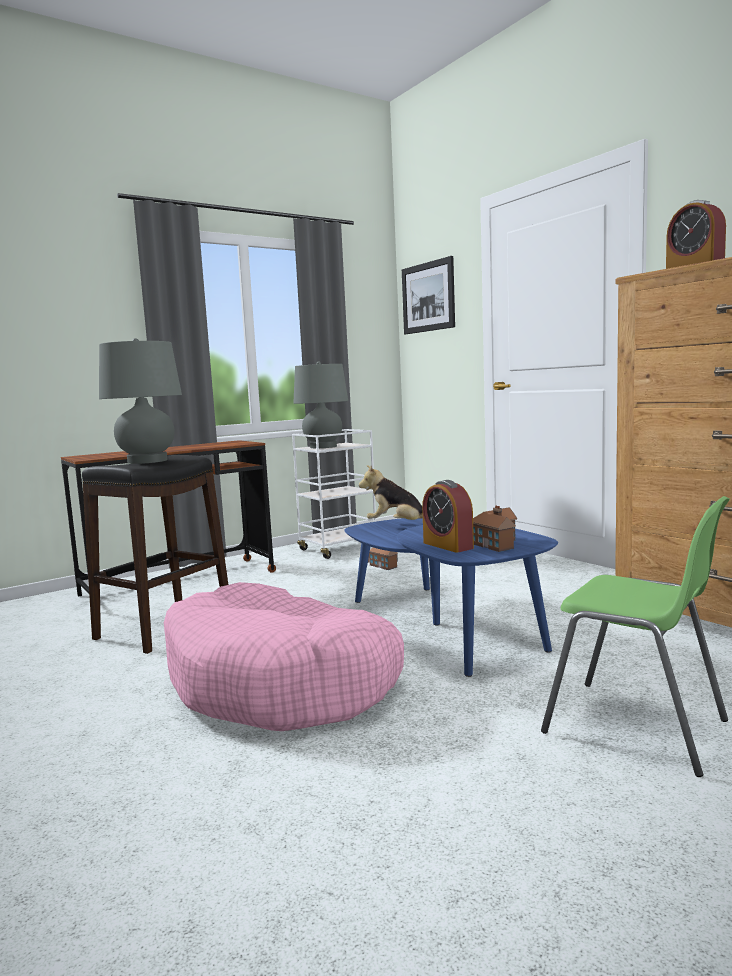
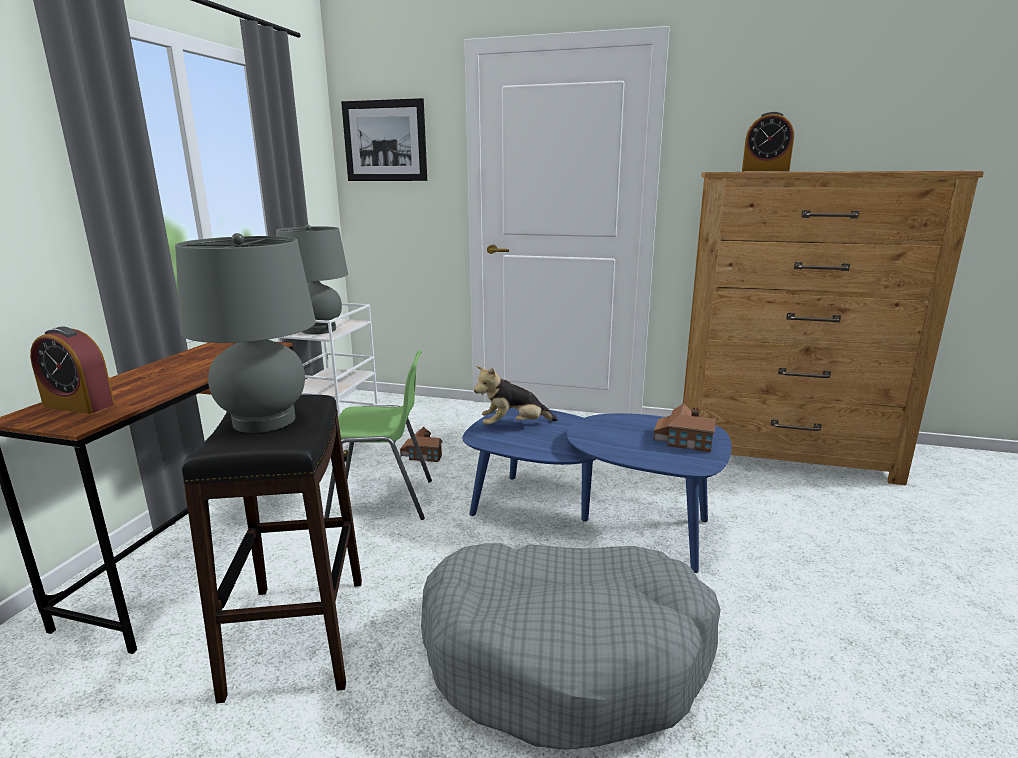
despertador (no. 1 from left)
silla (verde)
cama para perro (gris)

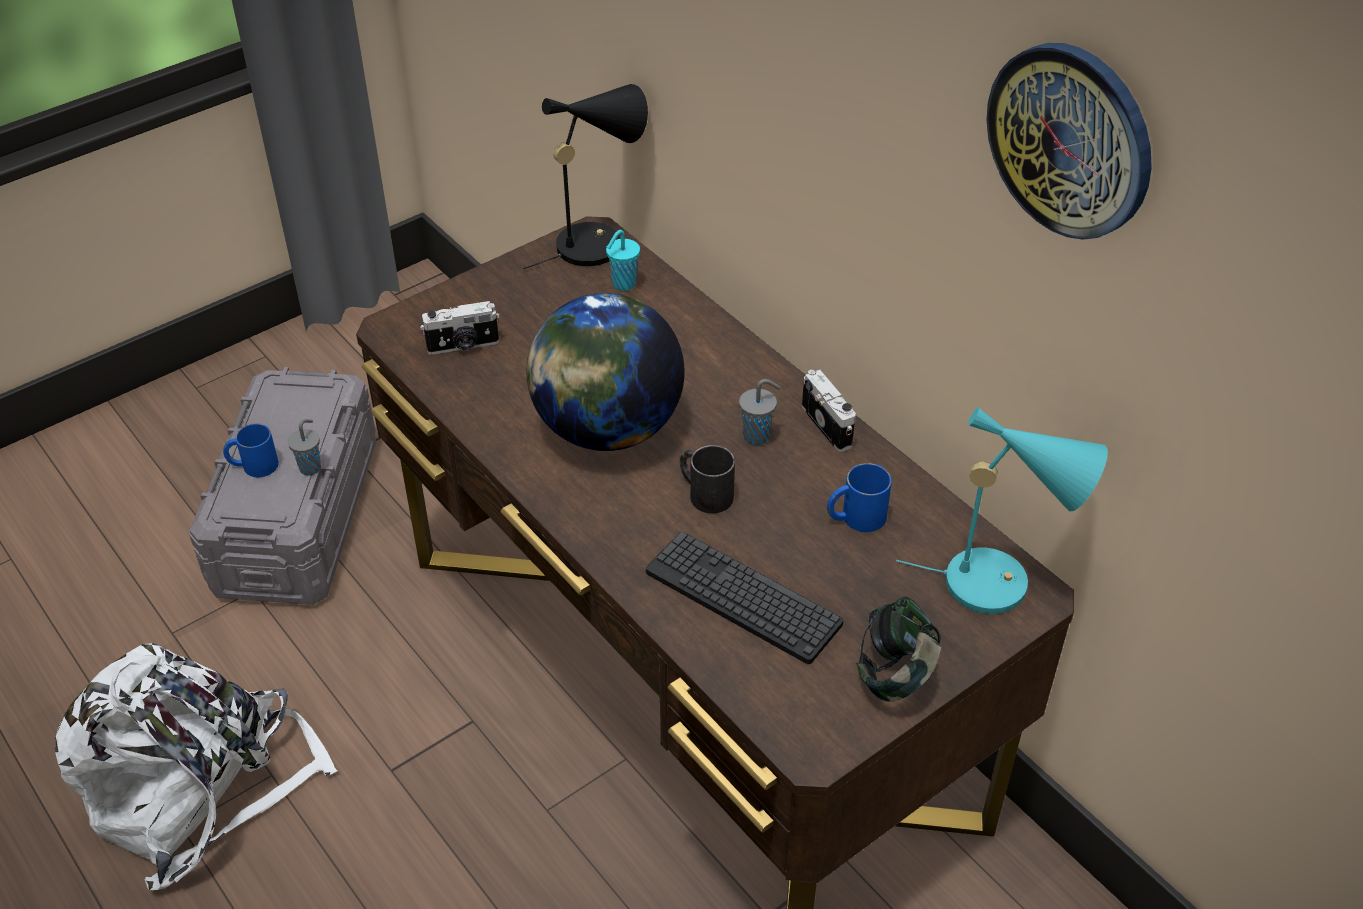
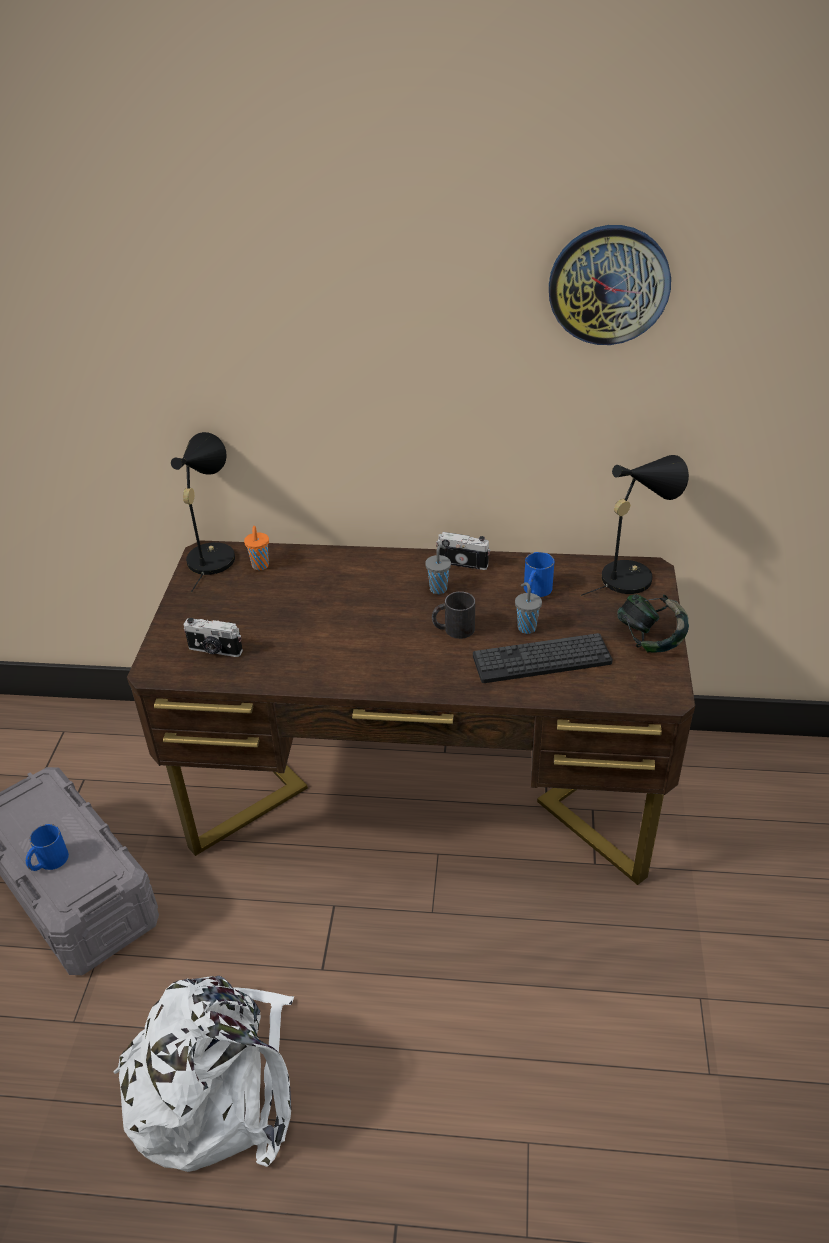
globo terráqueo
taza (gris) (no. 2 from left)
taza (naranja)
lámpara de mesa (negro) (no. 2 from left)
cámara (no. 1 from left)

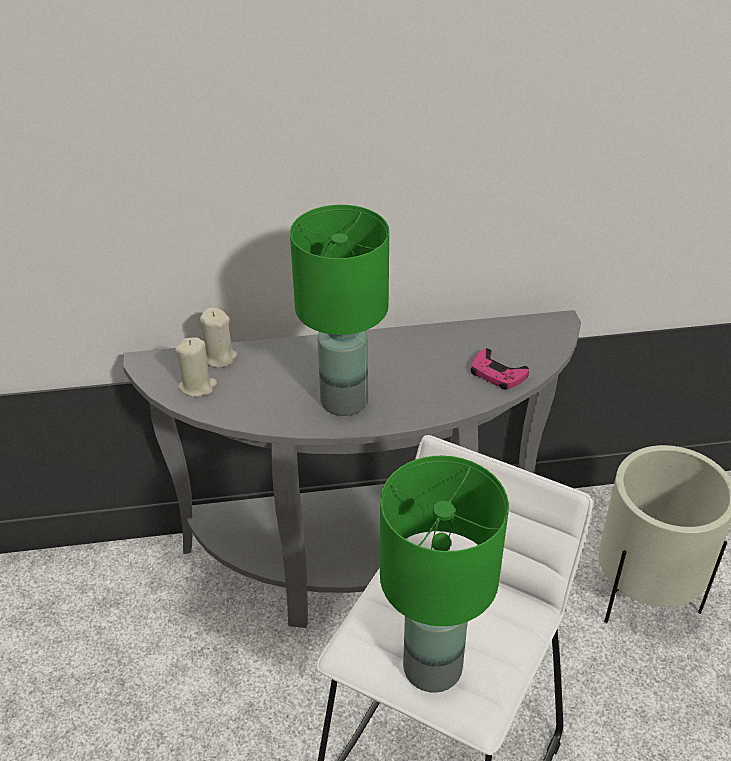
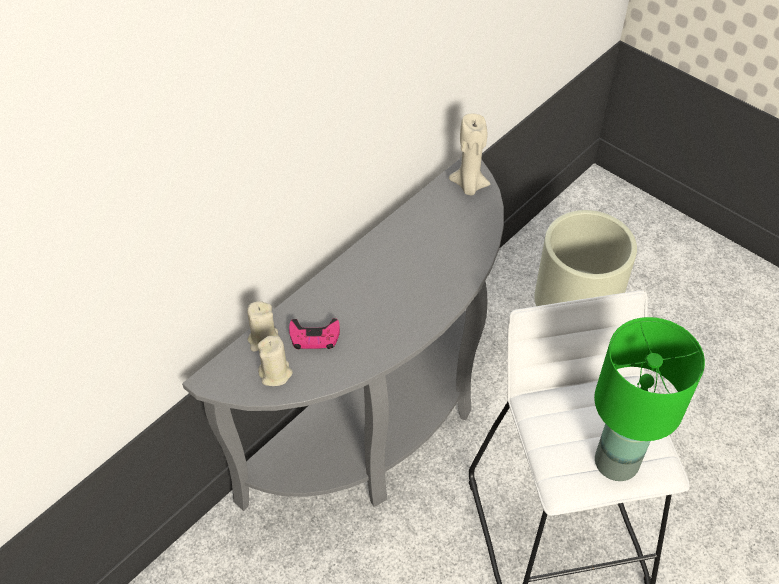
lámpara de mesa (verde) (no. 1 from left in the first image)
vela (beis) (no. 3 from left)
mando de consola (rosa)

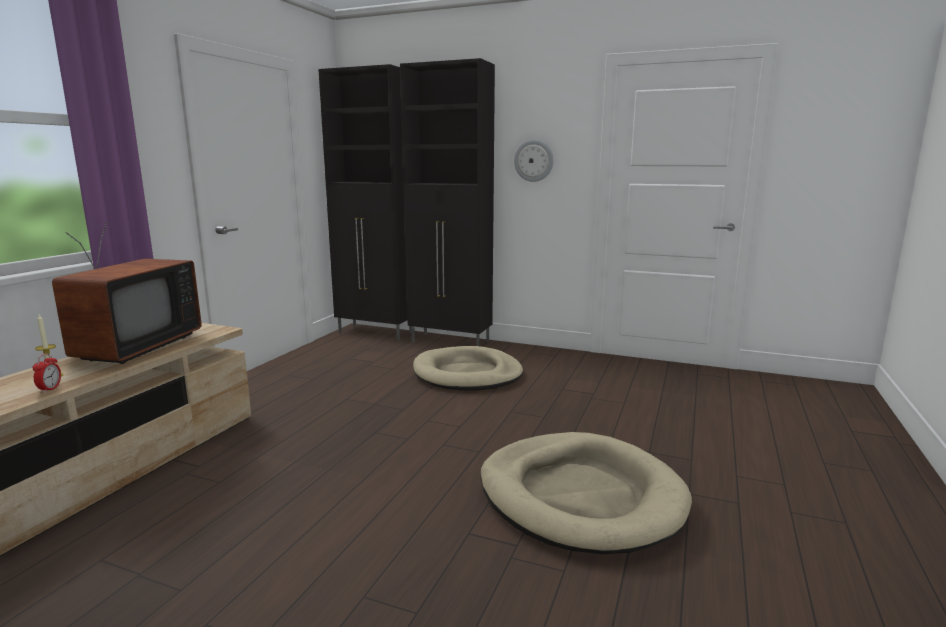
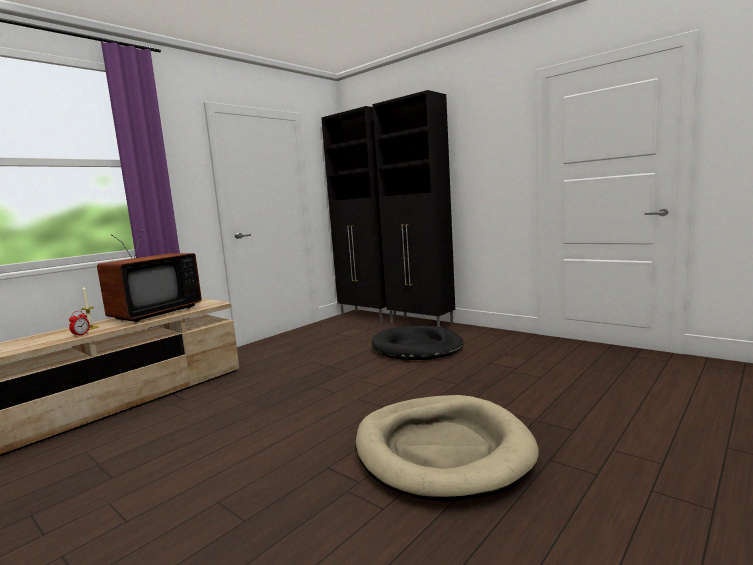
reloj de pared
cama para perro (negro)

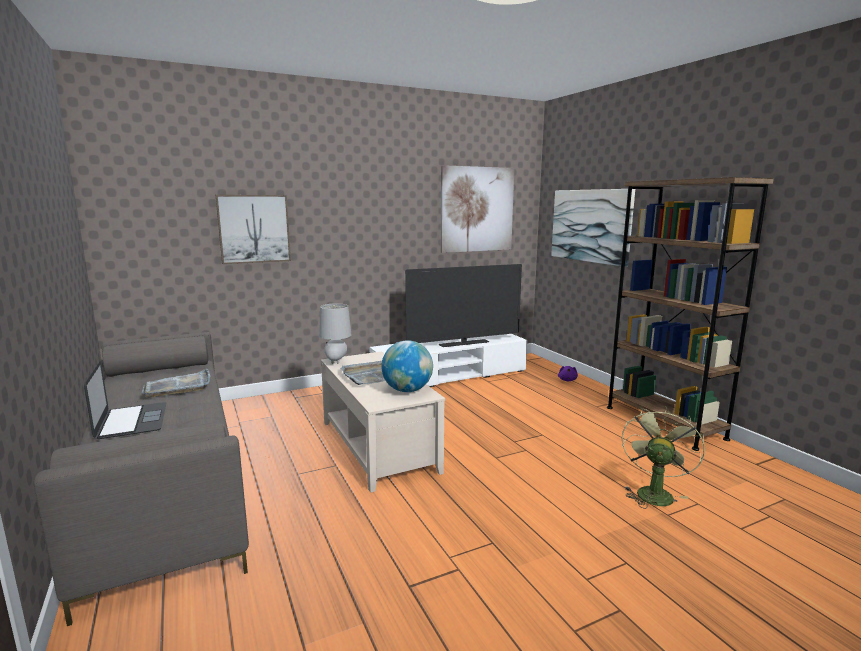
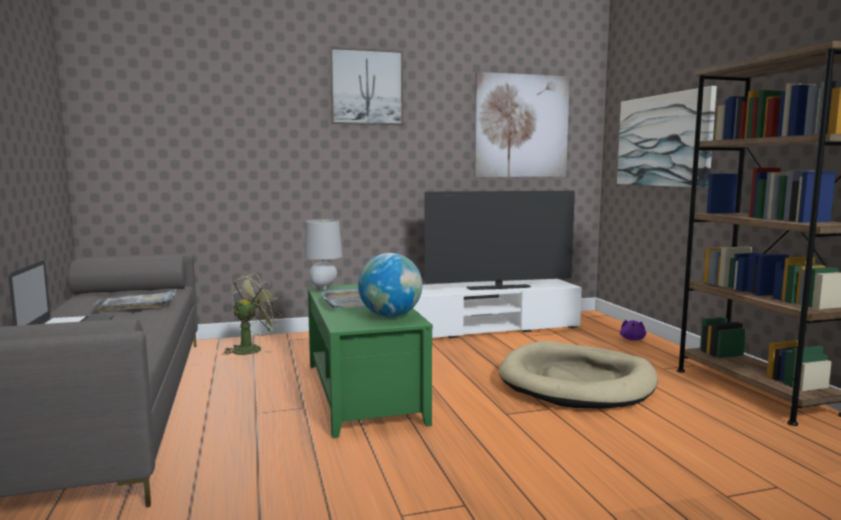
cama para perro (beis)
cuadro (no. 1 from left)
ventilador (verde)
mesa de centro (verde)

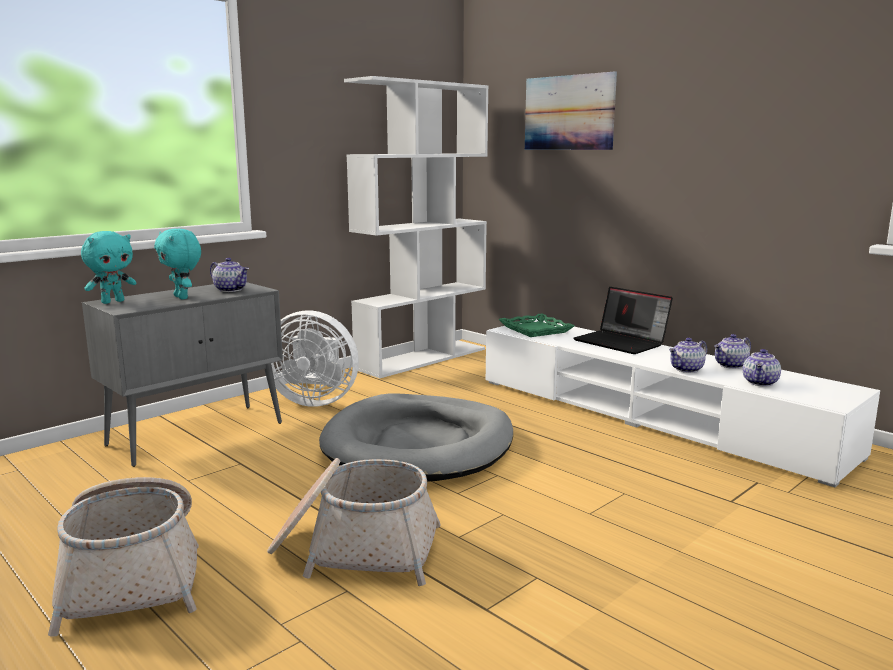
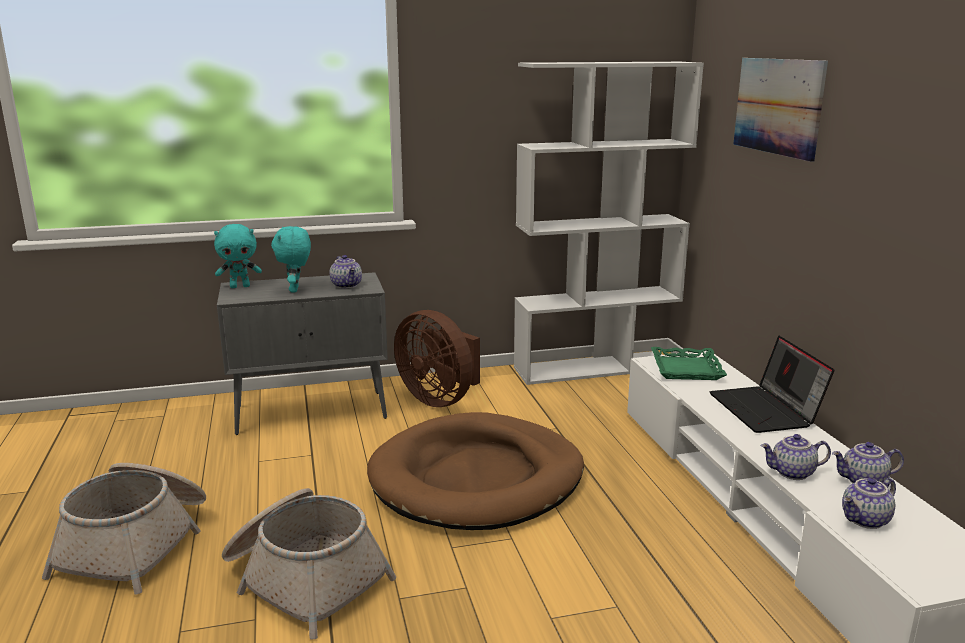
ventilador (marrón)
cama para perro (marrón)

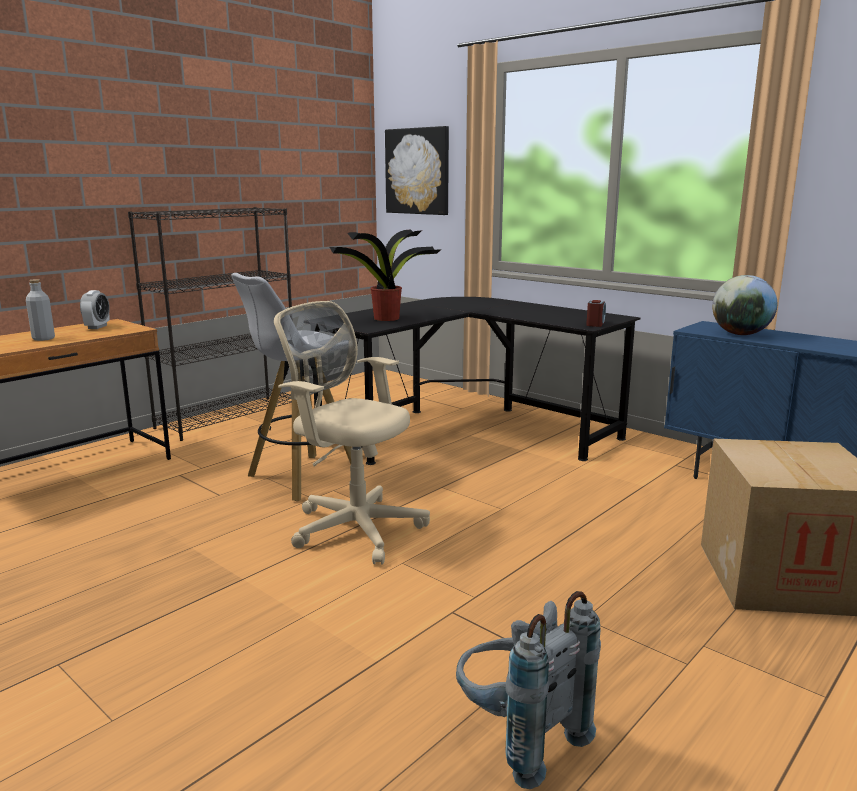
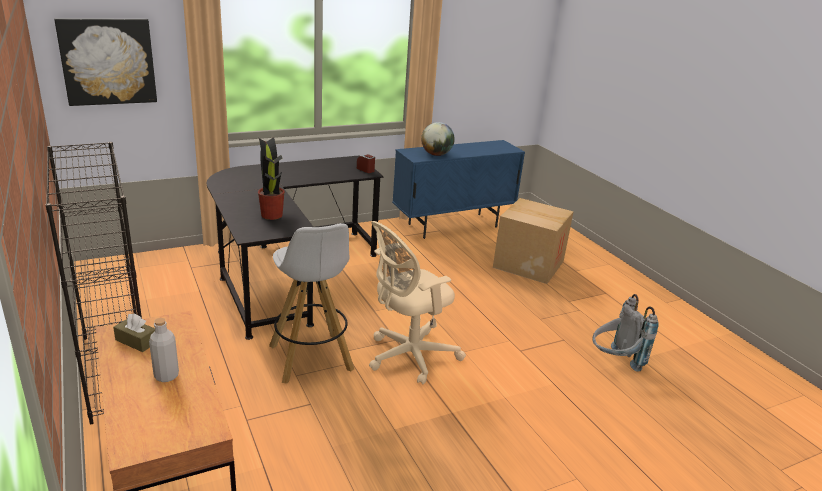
caja de pañuelos (marrón)

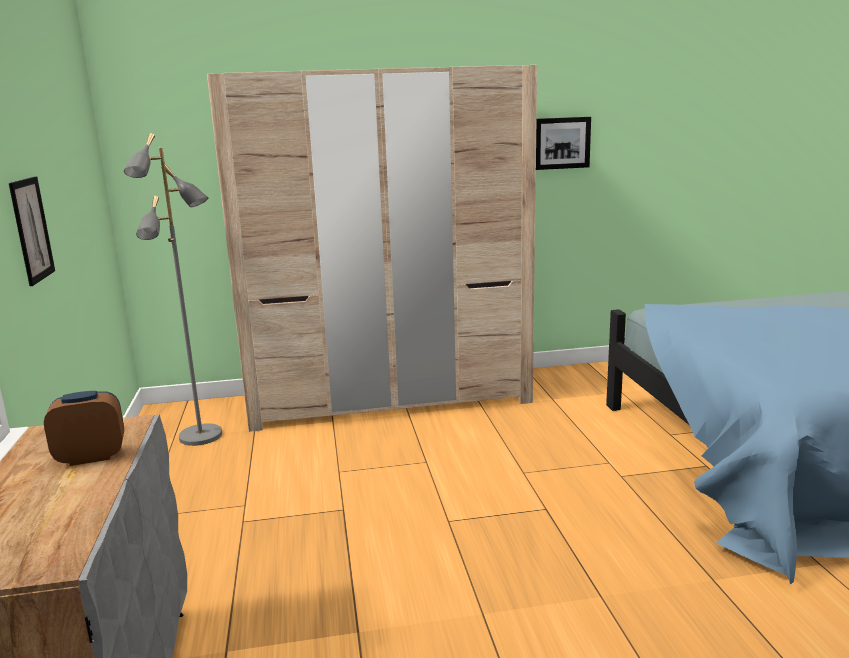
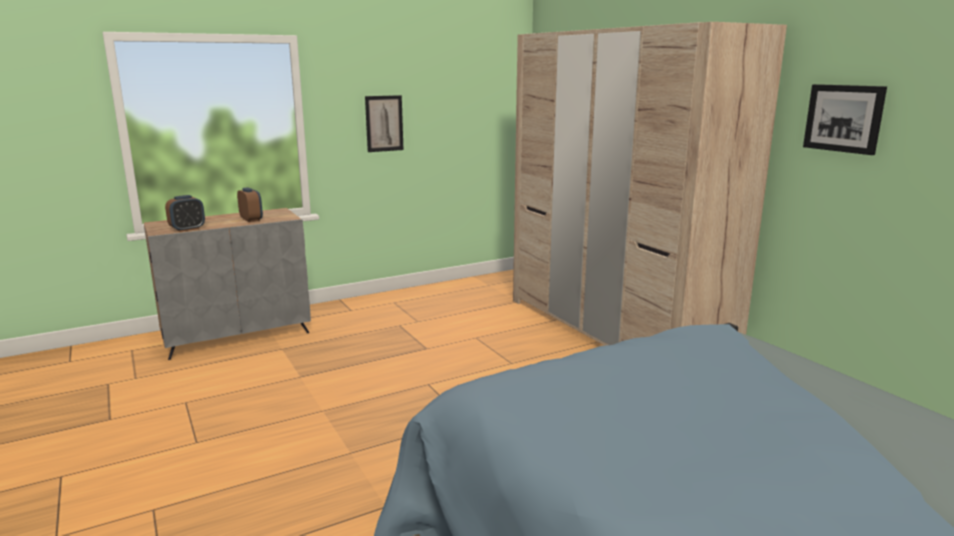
lámpara de pie (gris)
despertador (no. 1 from left)

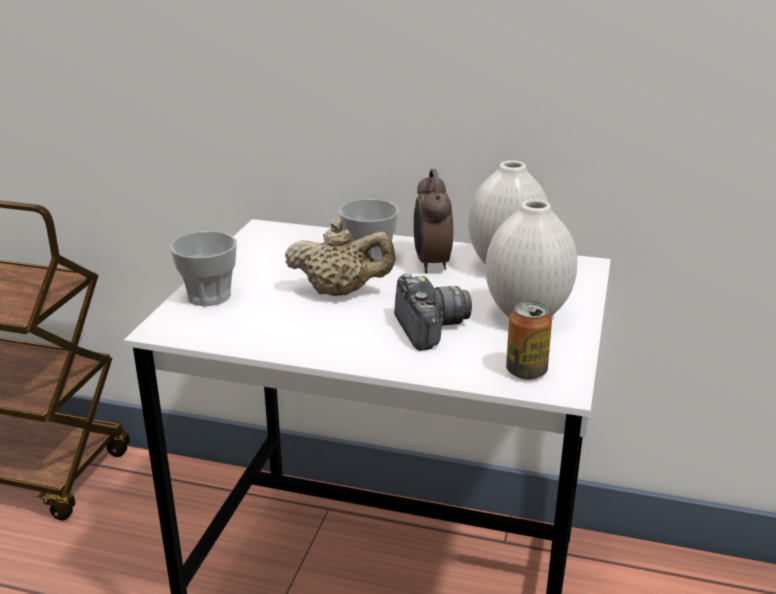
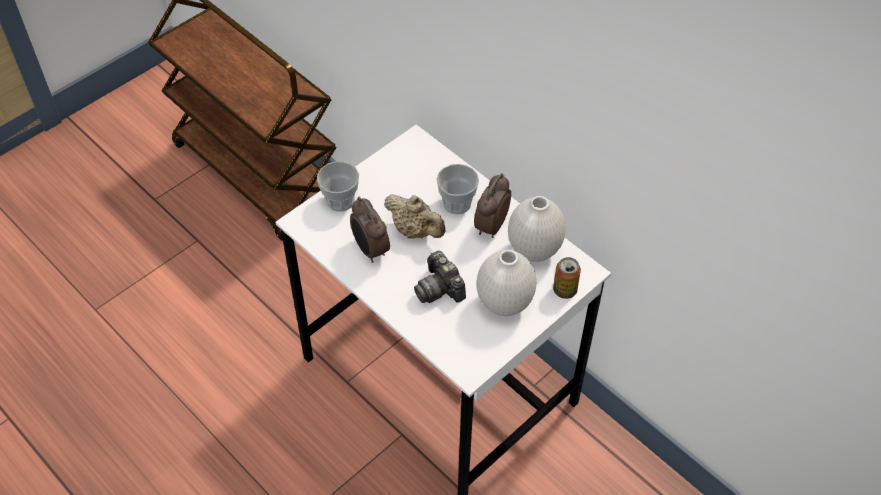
despertador (no. 1 from left)
lata
cámara

